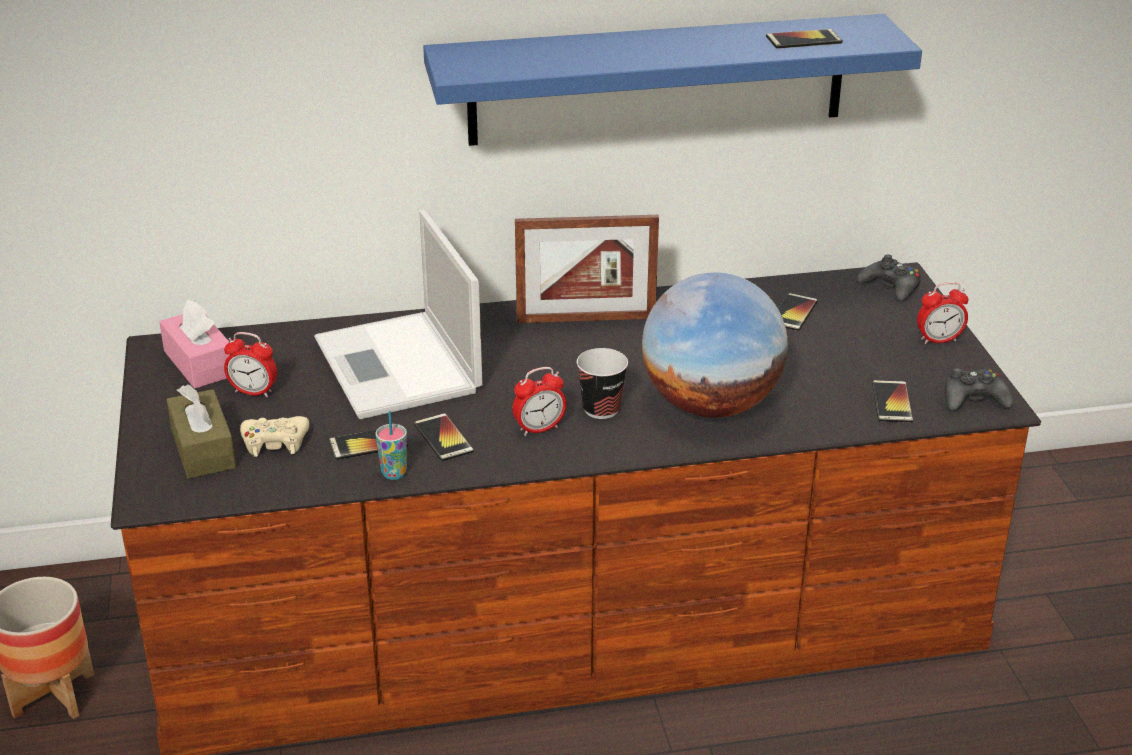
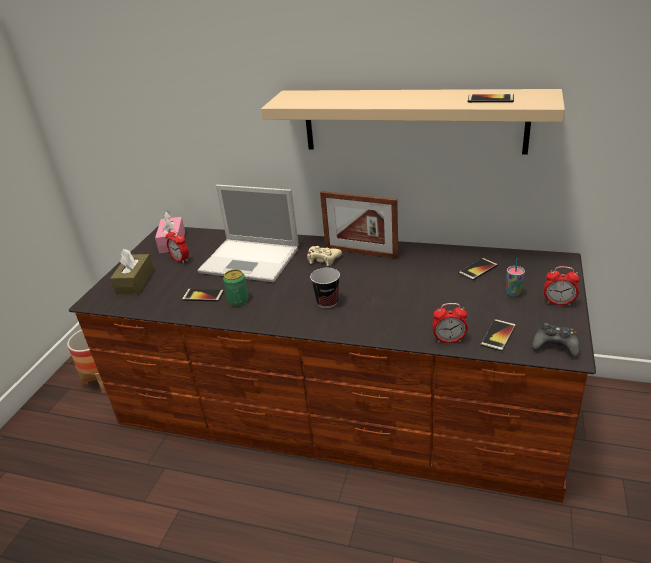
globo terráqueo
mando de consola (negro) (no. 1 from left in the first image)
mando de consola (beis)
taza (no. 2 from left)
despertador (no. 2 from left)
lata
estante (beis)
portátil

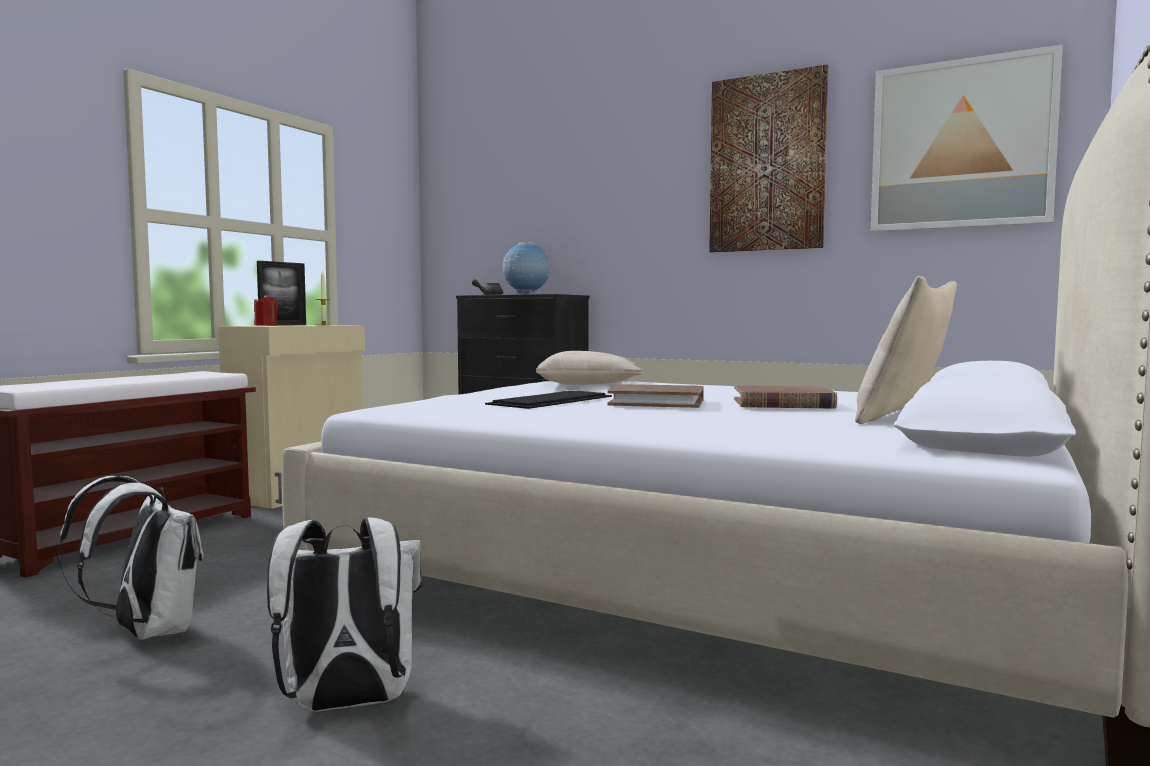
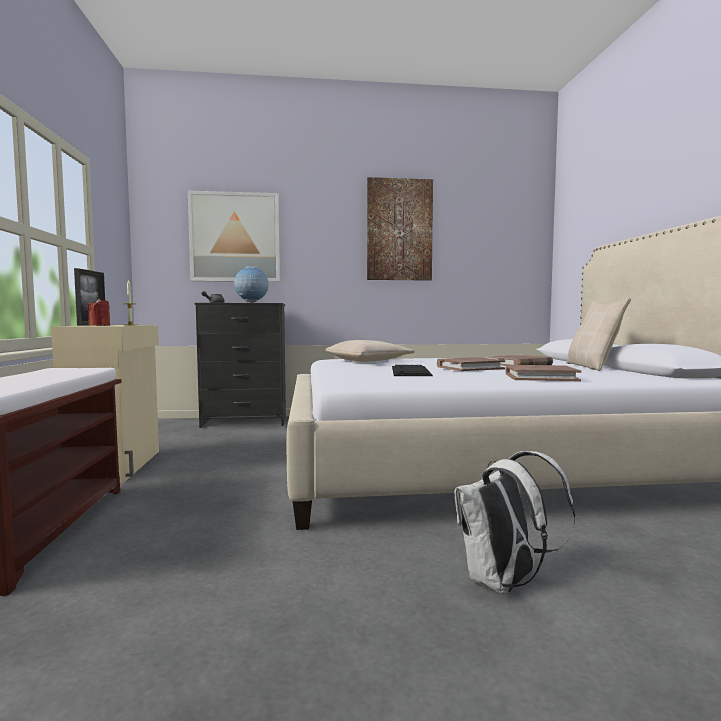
mochila (blanco) (no. 1 from left in the first image)
libro (marrón) (no. 3 from left)
cuadro (no. 1 from left)

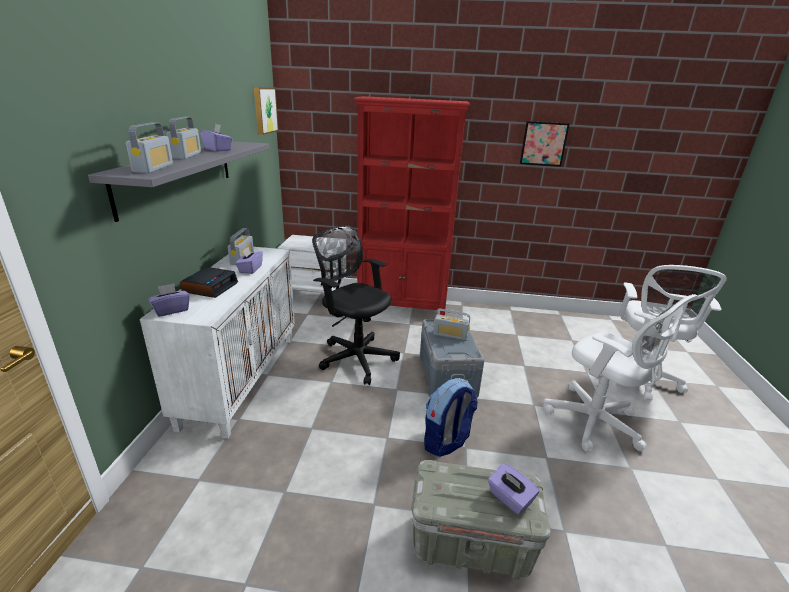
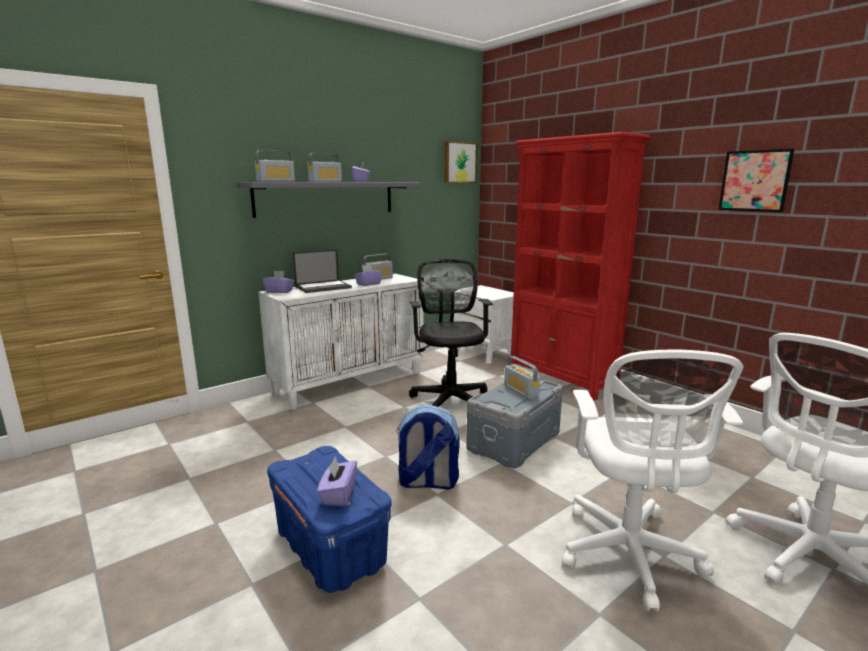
portátil
caja de almacenaje (azul)

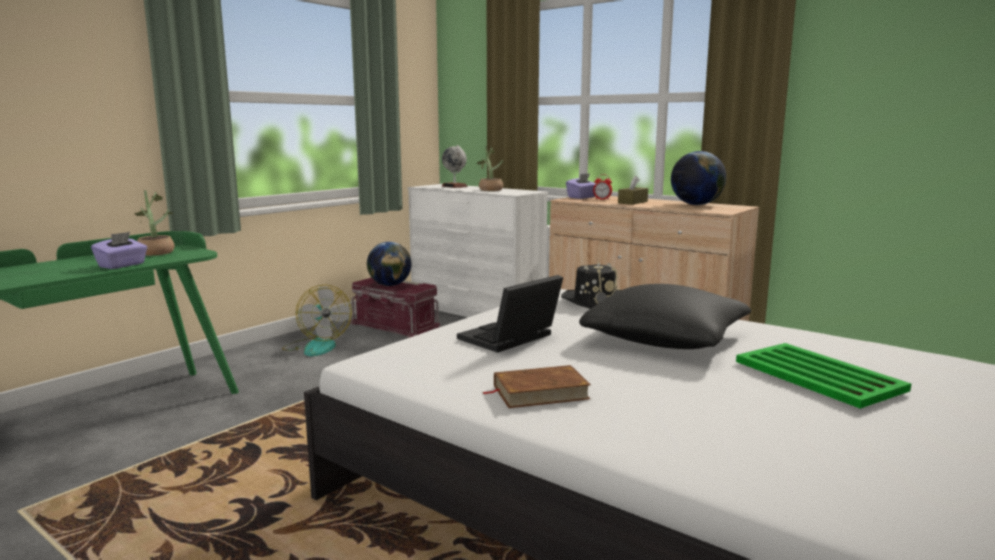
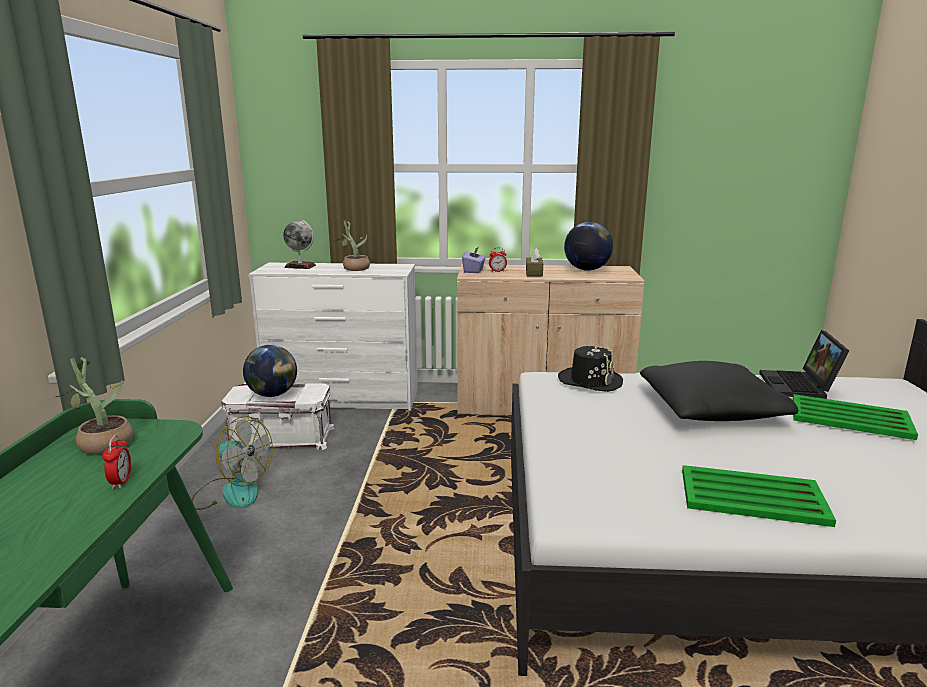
portátil
despertador (no. 1 from left)
bandeja (verde) (no. 1 from left)
caja de almacenaje (blanco)

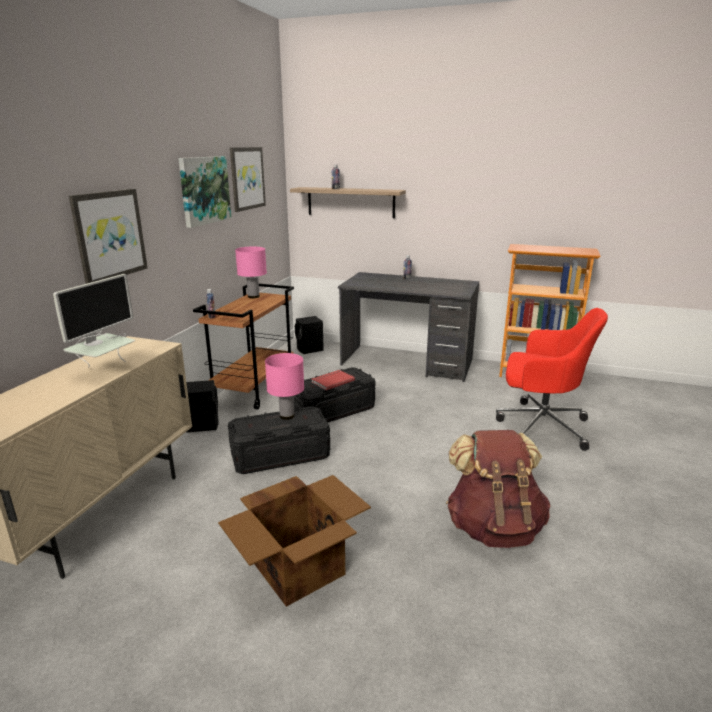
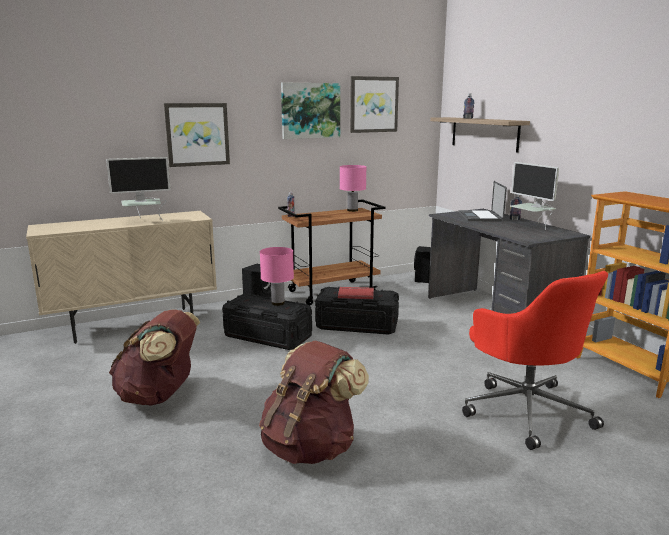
portátil
monitor (no. 2 from left)
mochila (marrón) (no. 1 from left)

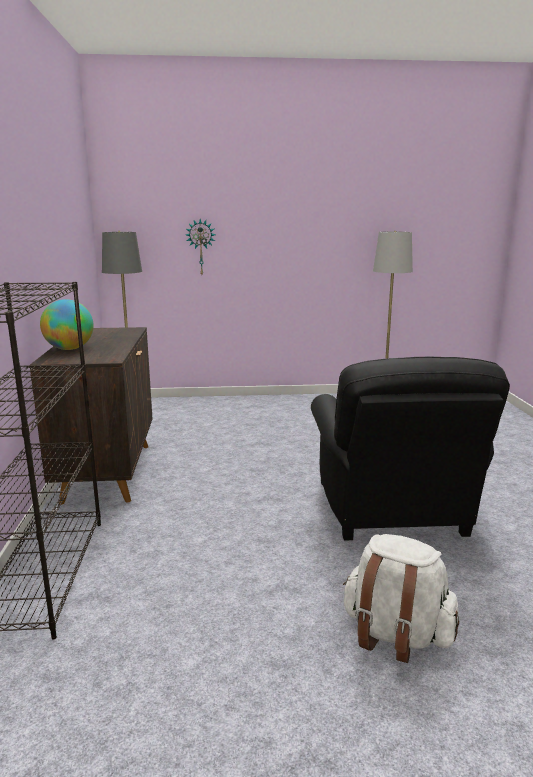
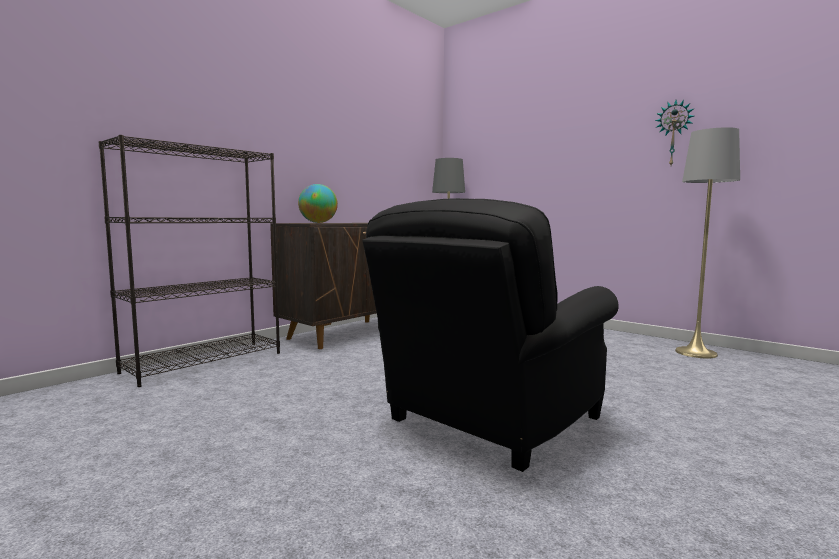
mochila (blanco)
reloj de pared

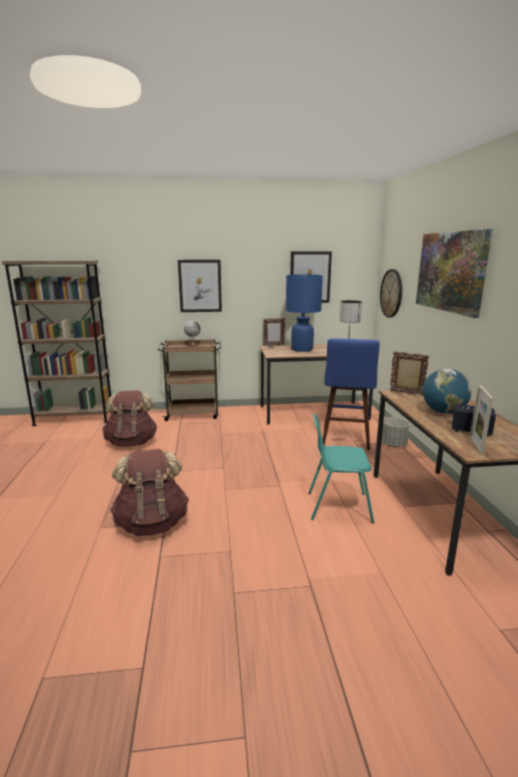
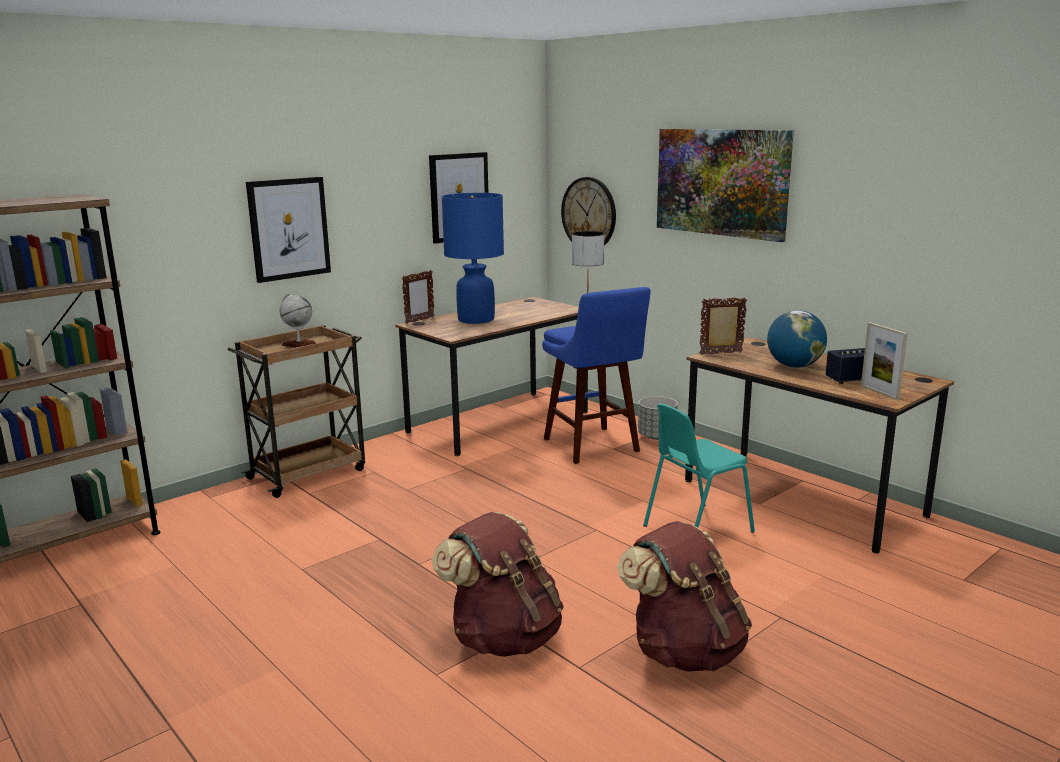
mochila (marrón) (no. 2 from left)

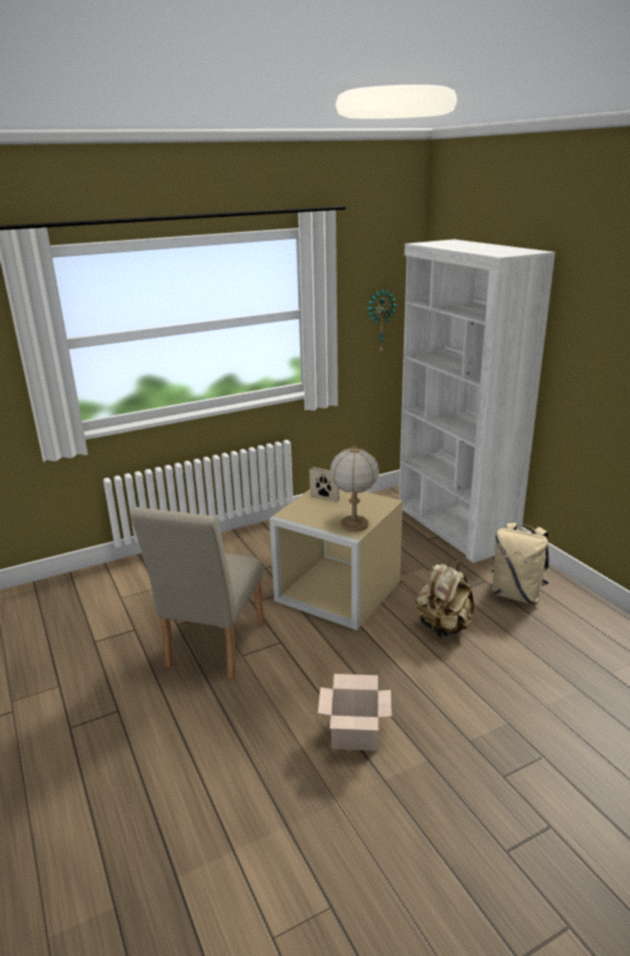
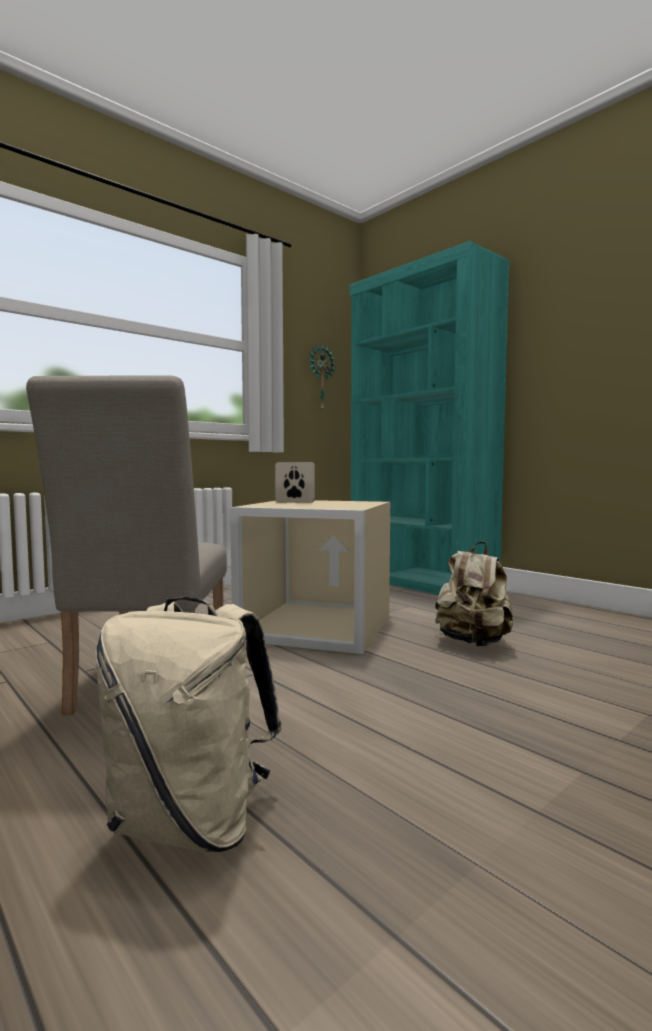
caja de cartón
lámpara de mesa
mochila (beis) (no. 1 from left)
estantería (turquesa)

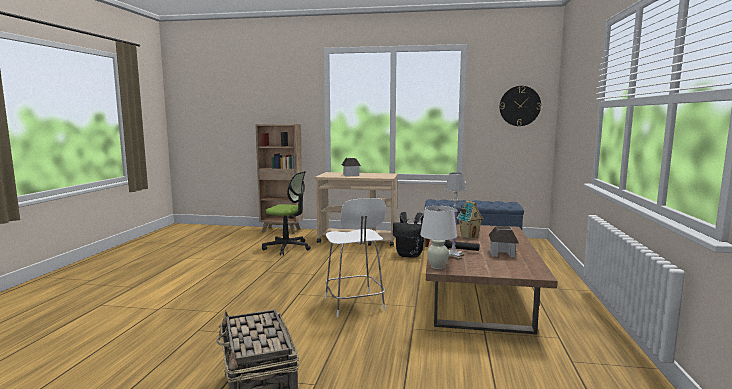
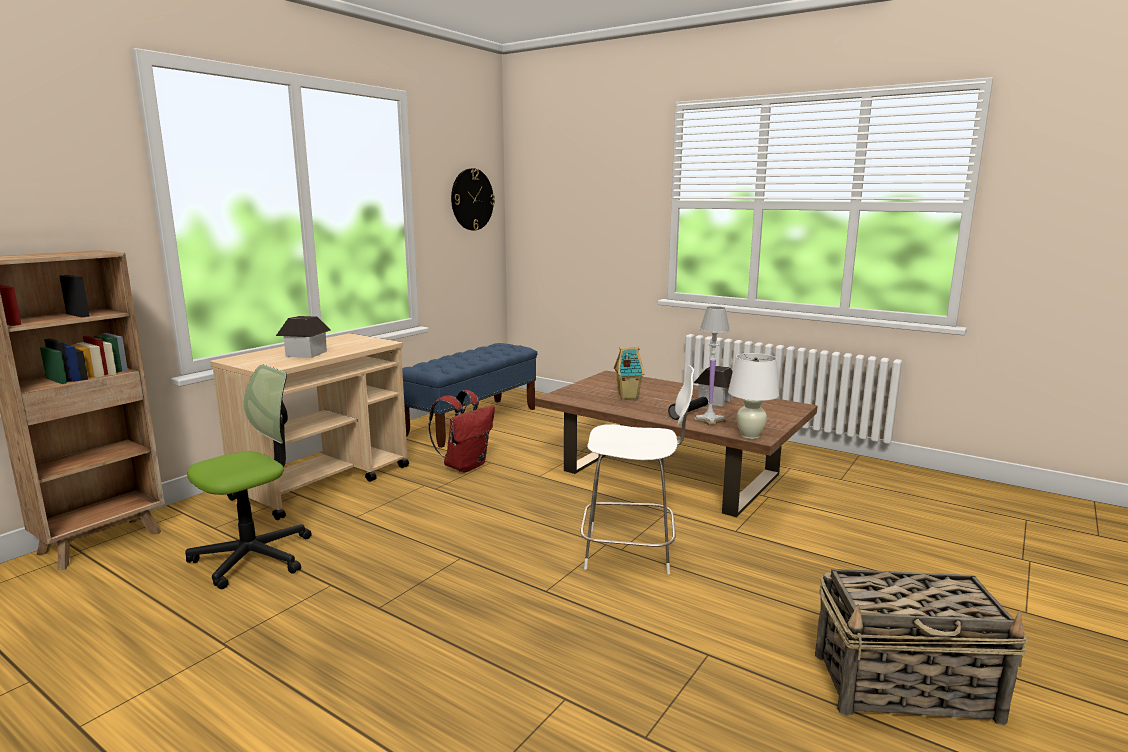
mochila (rojo)

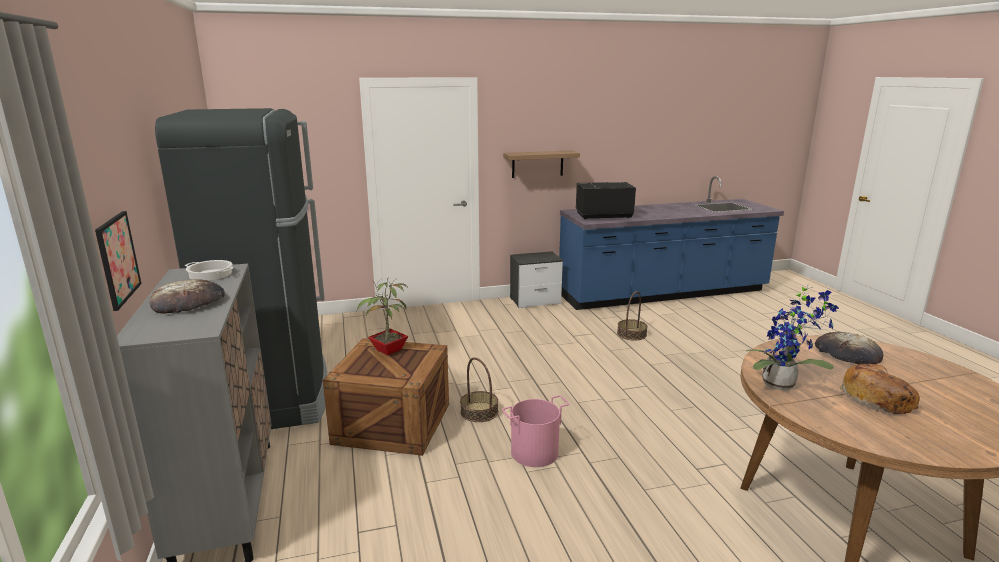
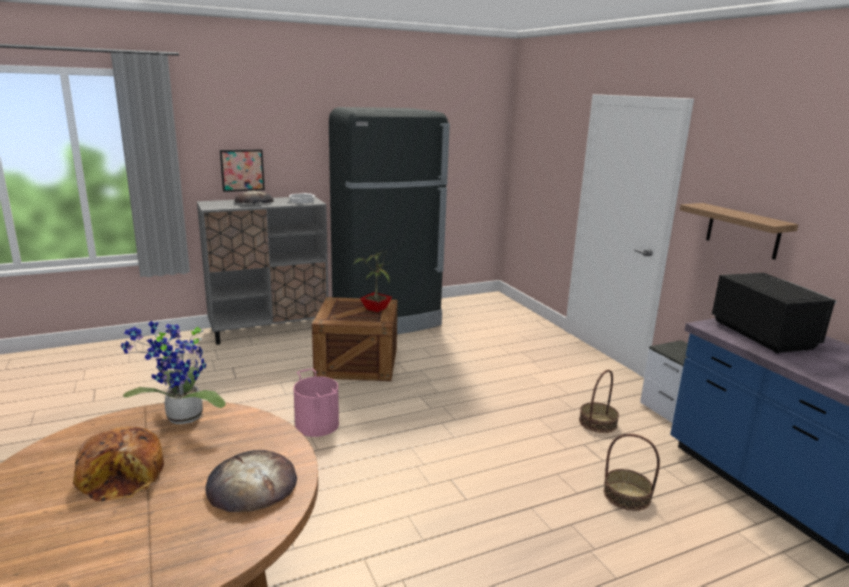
cesta (no. 1 from left)

